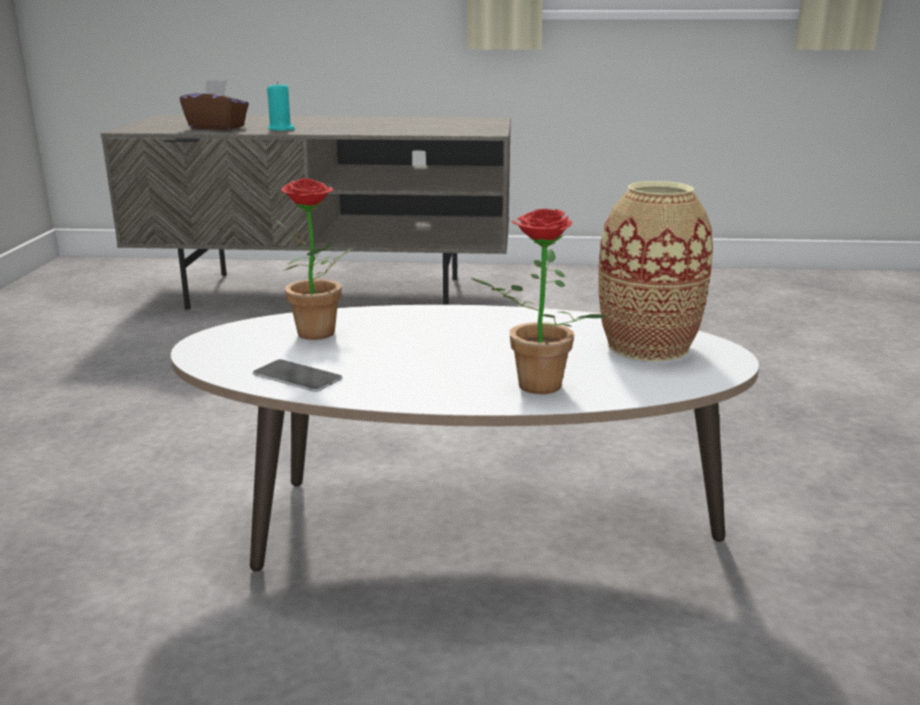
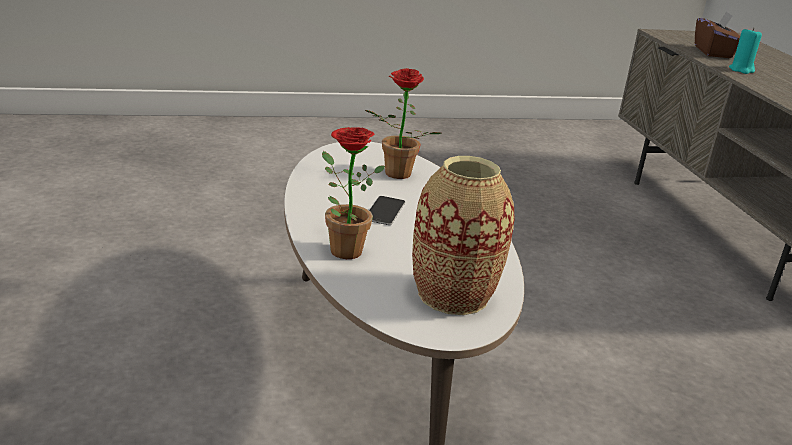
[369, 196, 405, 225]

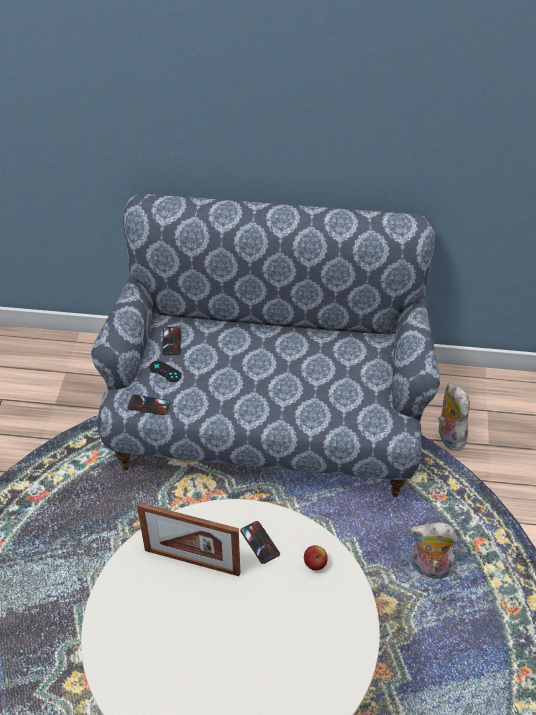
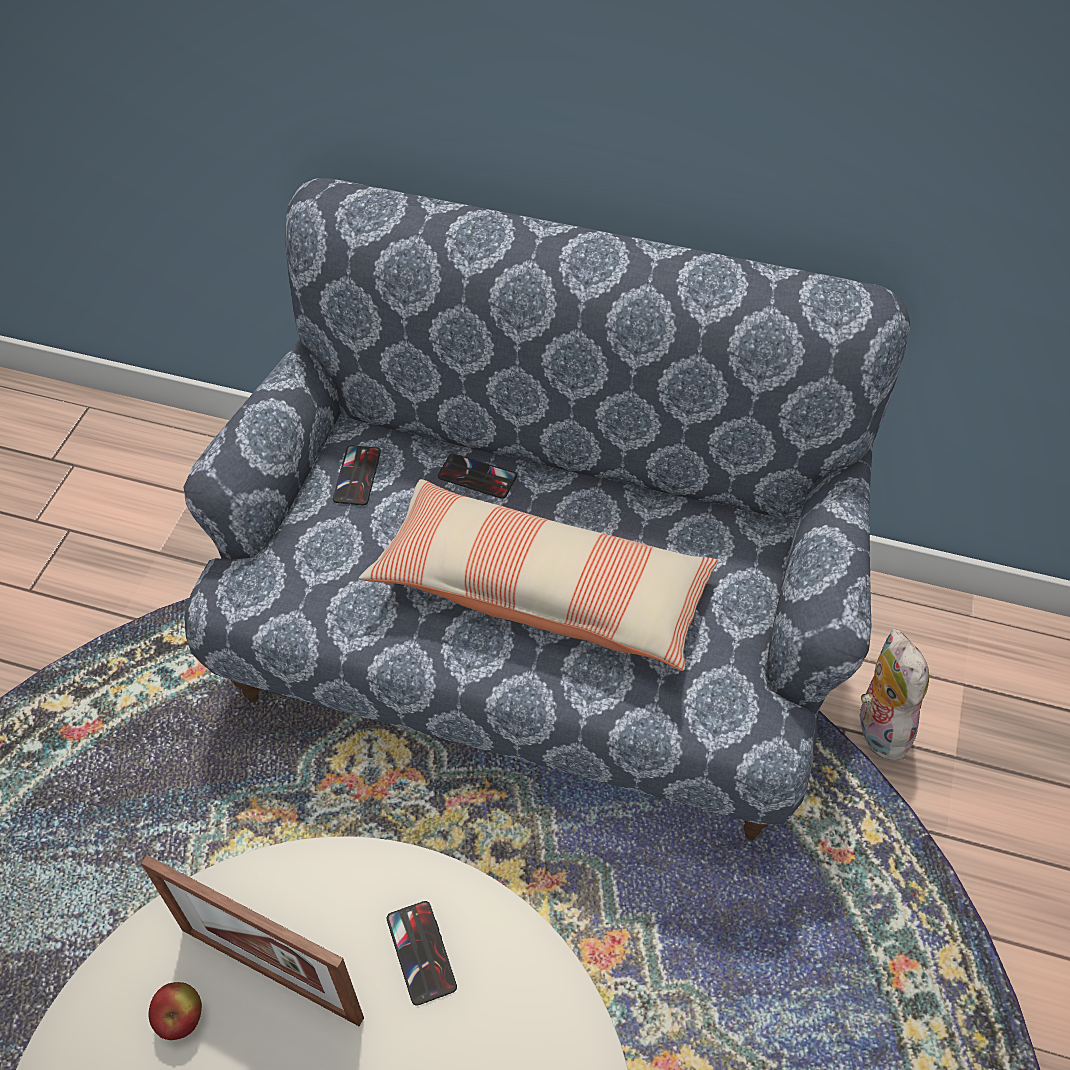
[149, 361, 182, 382] (first image)
[438, 453, 517, 499]
[410, 522, 458, 579] (first image)
[149, 982, 202, 1040]
[359, 479, 718, 671]

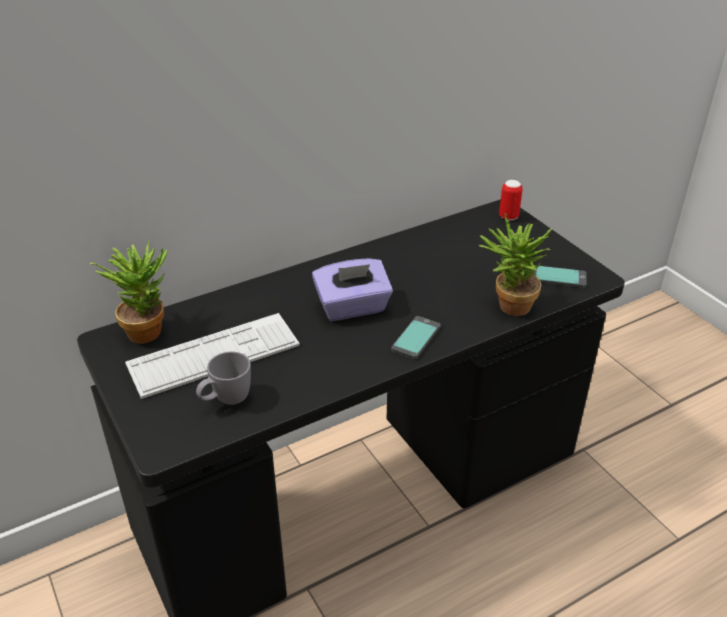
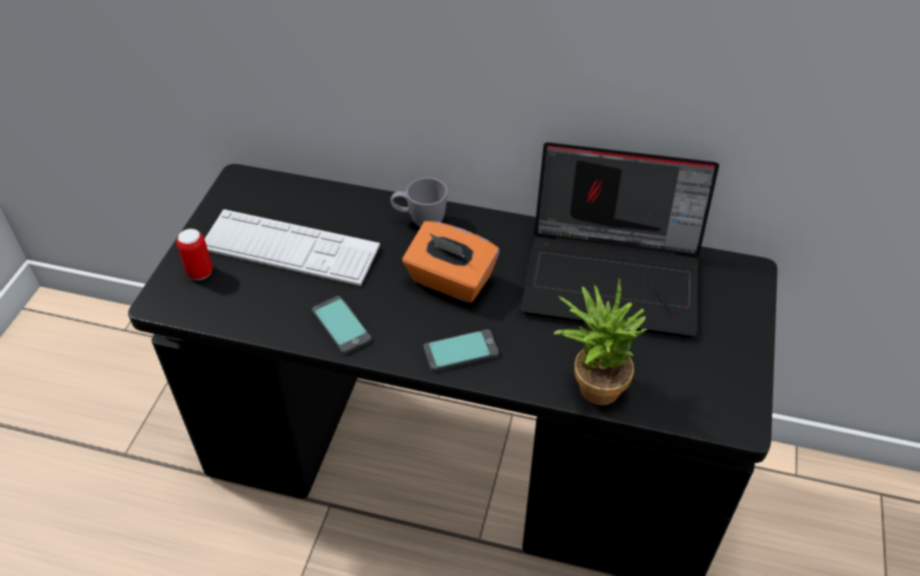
[176, 229, 213, 280]
[90, 240, 168, 344] (first image)
[402, 221, 499, 303]
[312, 296, 371, 354]
[391, 178, 448, 227]
[521, 142, 719, 337]

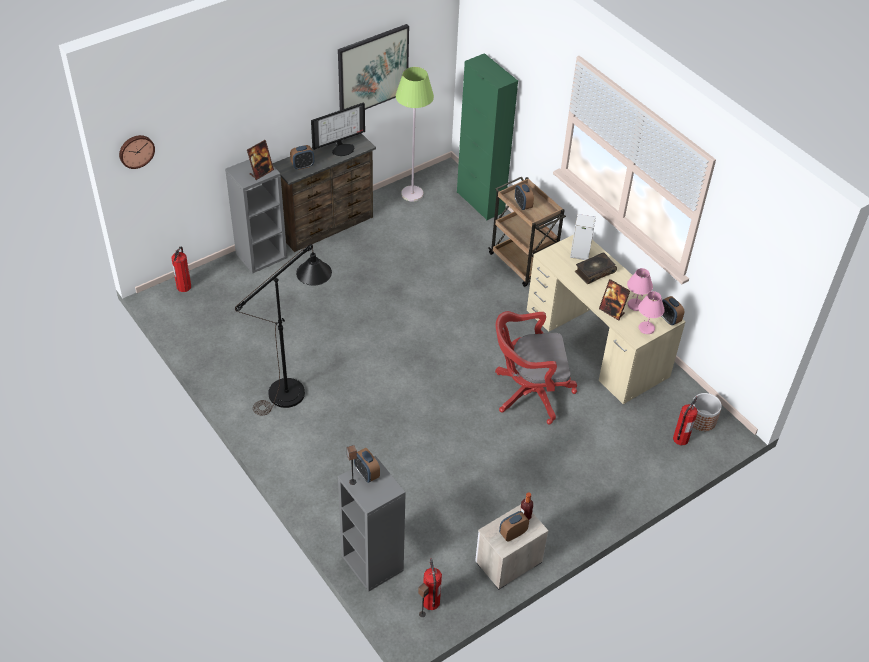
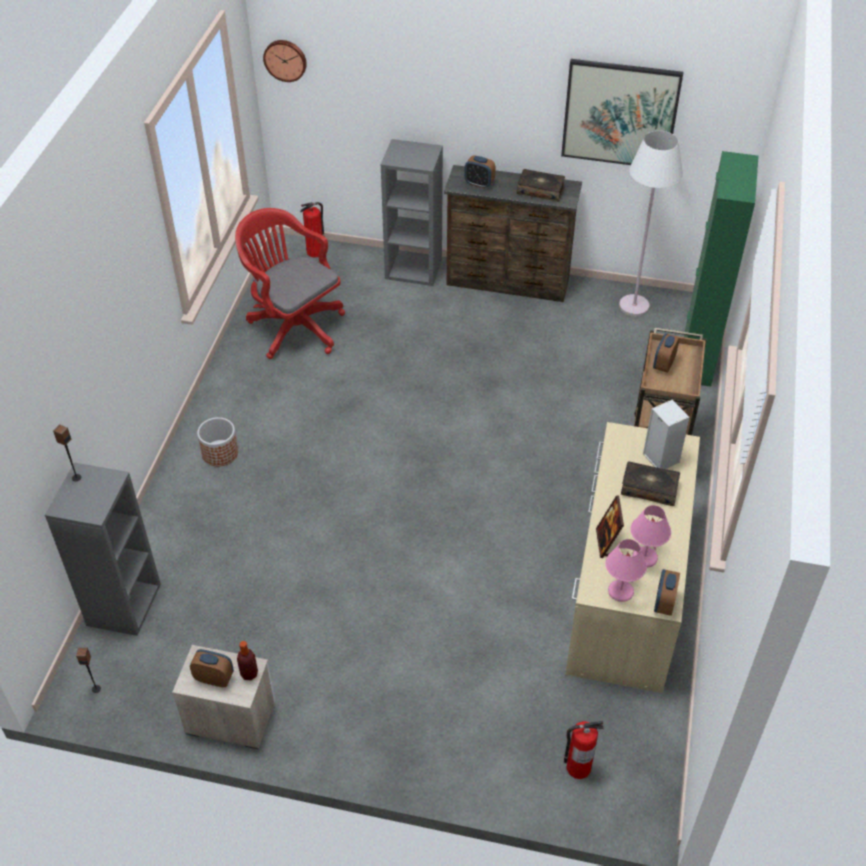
[619, 131, 683, 316]
[517, 169, 565, 202]
[247, 140, 274, 180] (first image)
[235, 244, 332, 415] (first image)
[235, 208, 345, 359]
[197, 417, 238, 466]
[354, 448, 380, 483] (first image)
[423, 558, 442, 610] (first image)

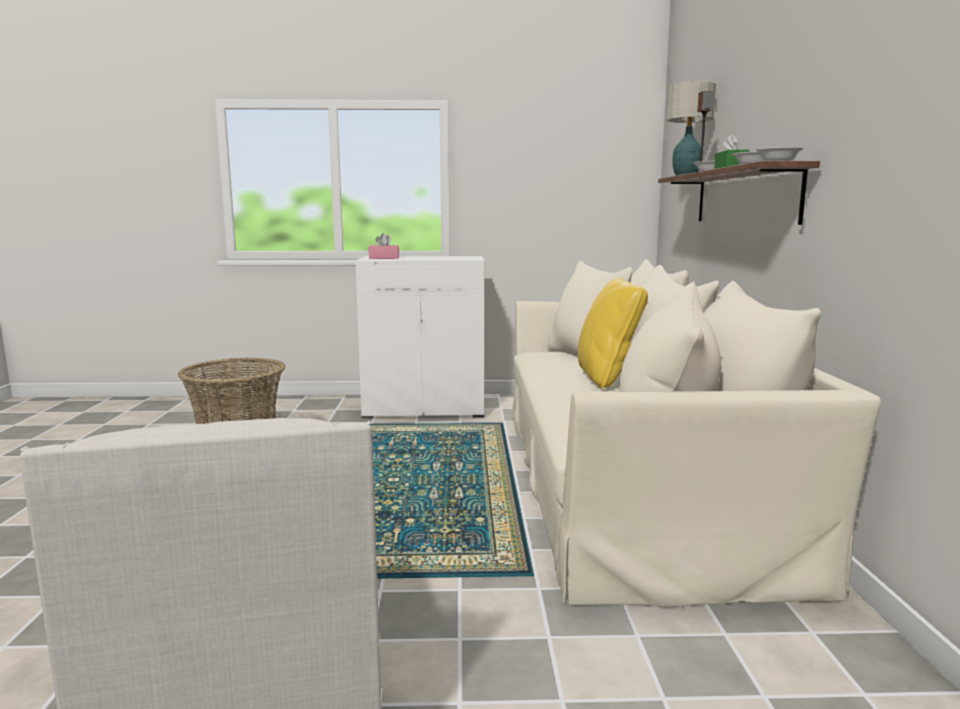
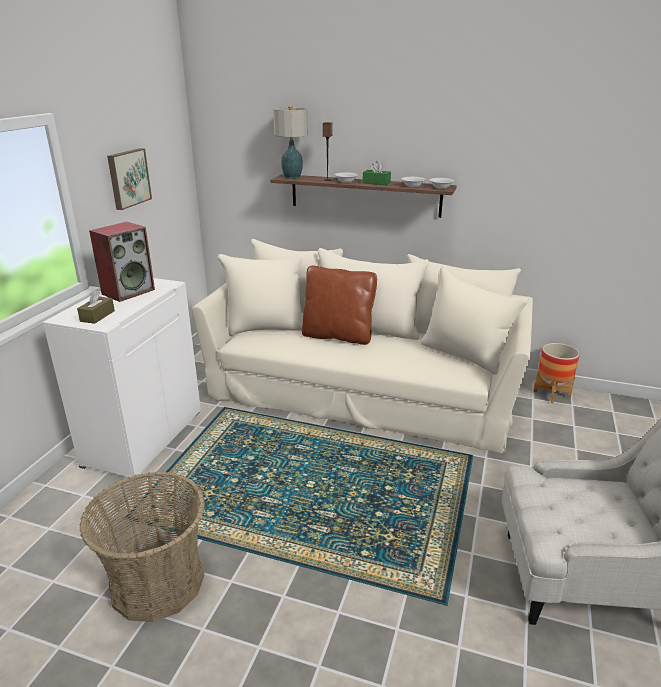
[77, 290, 115, 324]
[302, 266, 377, 345]
[107, 148, 152, 210]
[89, 222, 155, 302]
[534, 343, 579, 403]

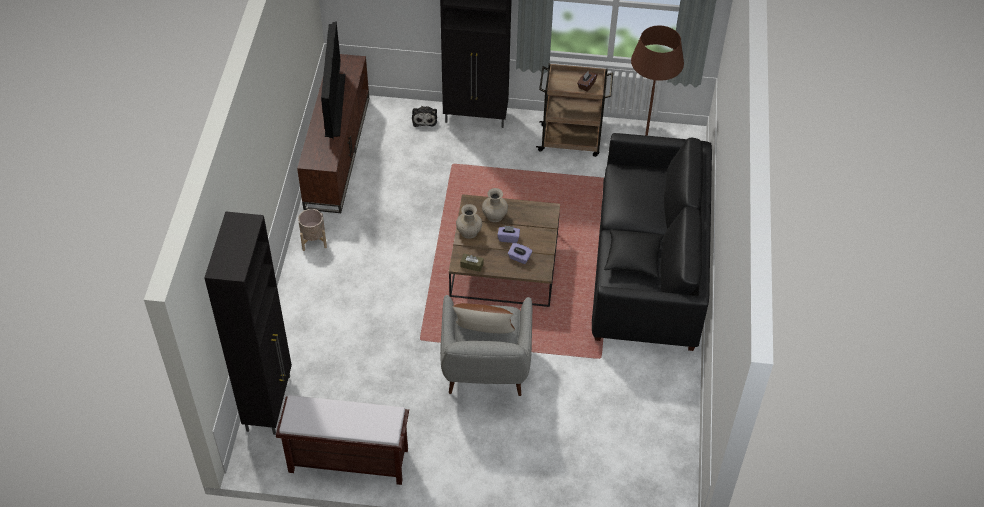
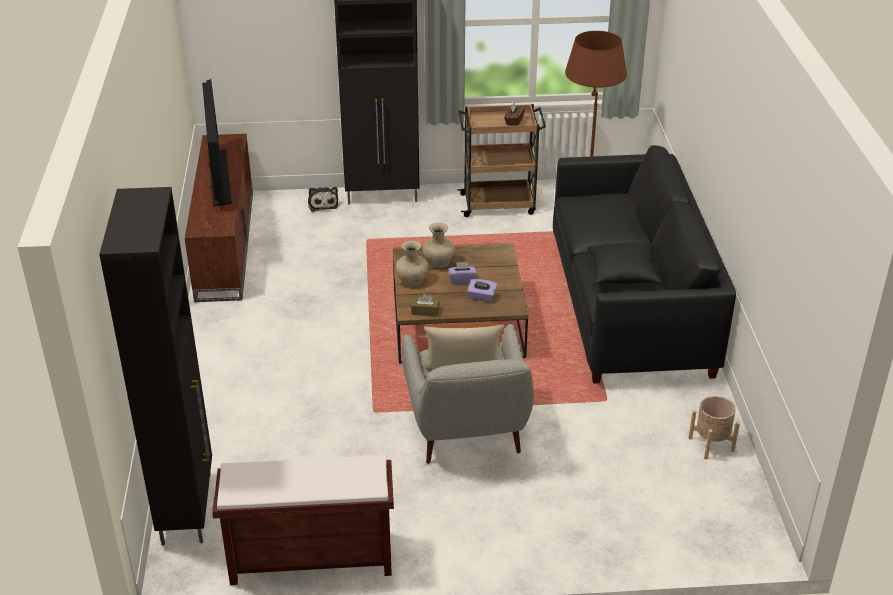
[688, 396, 740, 459]

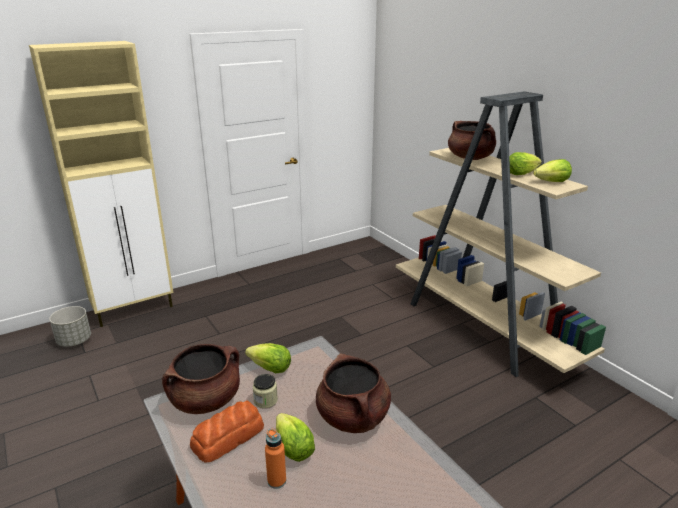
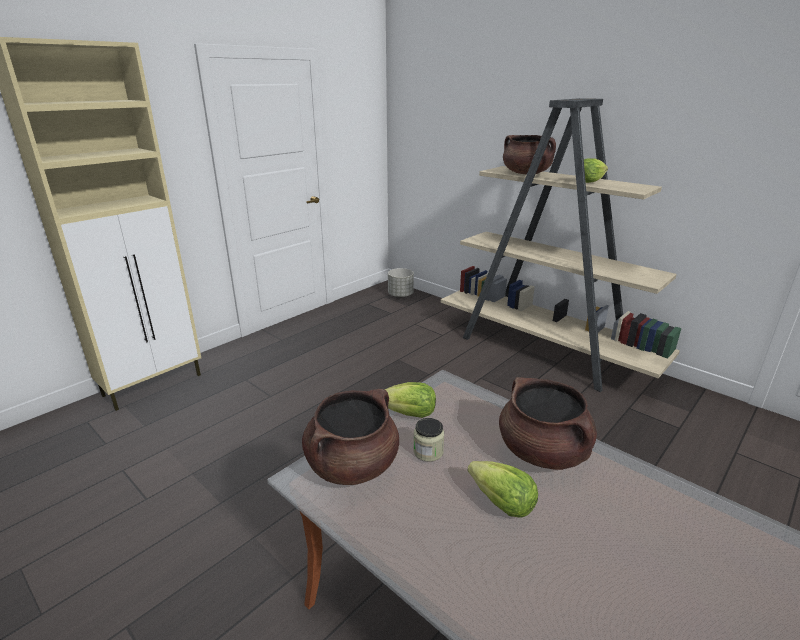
[533, 159, 572, 182] (first image)
[388, 268, 414, 298]
[190, 400, 264, 463] (first image)
[265, 428, 286, 488] (first image)

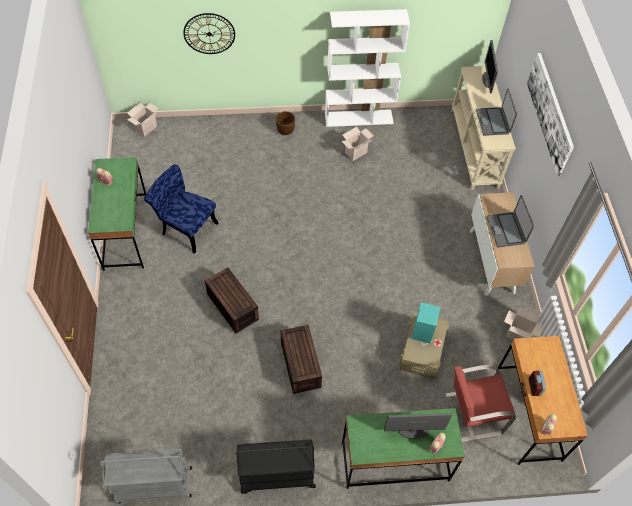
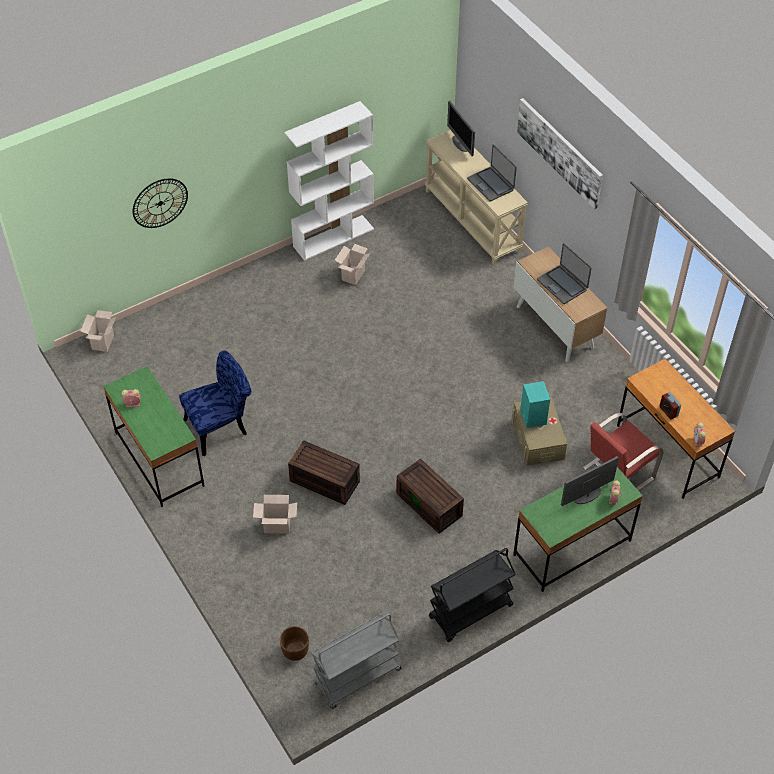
[280, 626, 309, 661]
[179, 350, 251, 456]
[253, 495, 297, 533]

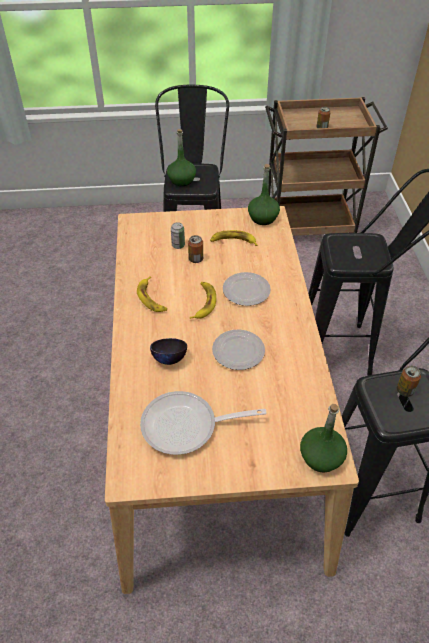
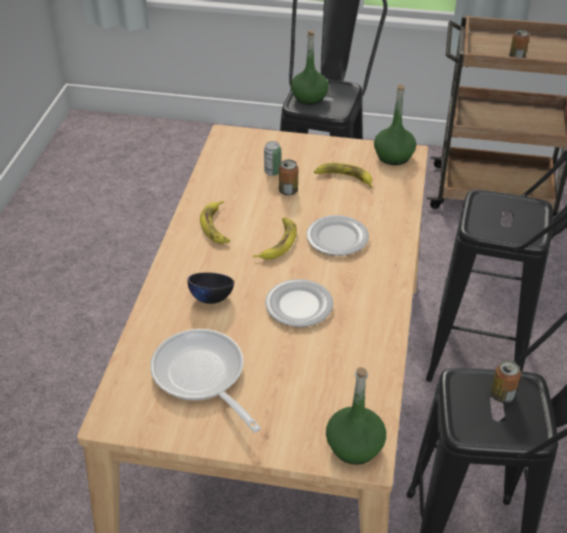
[150, 329, 261, 433]

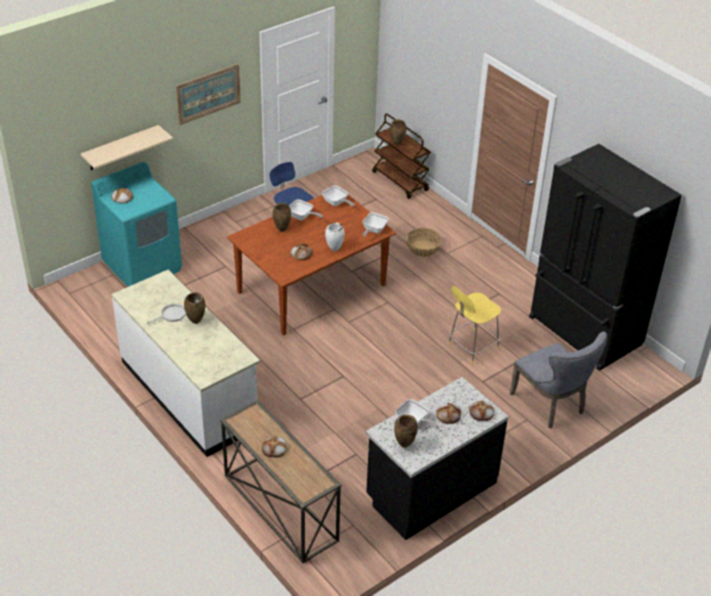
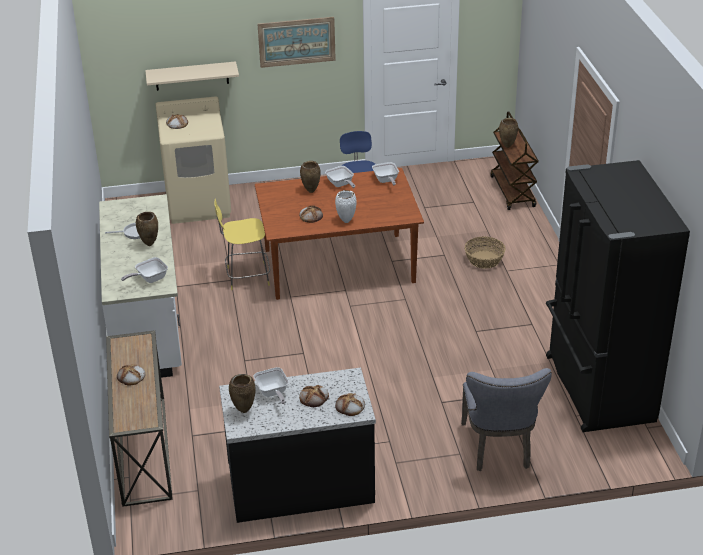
[155, 97, 231, 224]
[121, 257, 168, 283]
[214, 199, 270, 290]

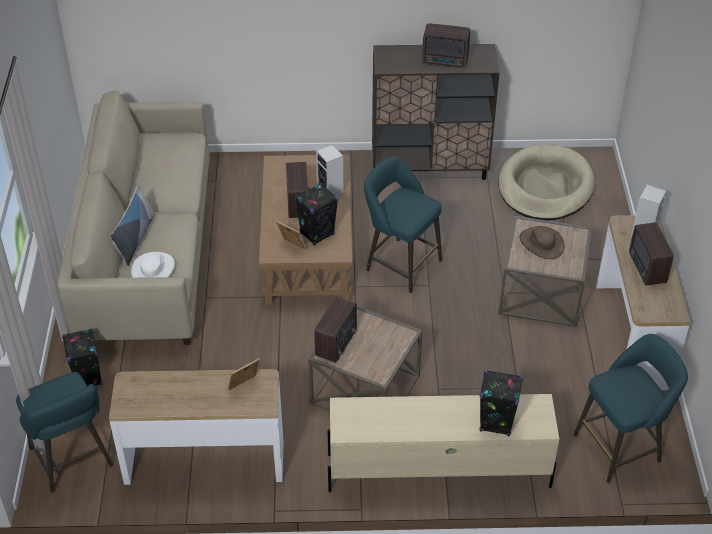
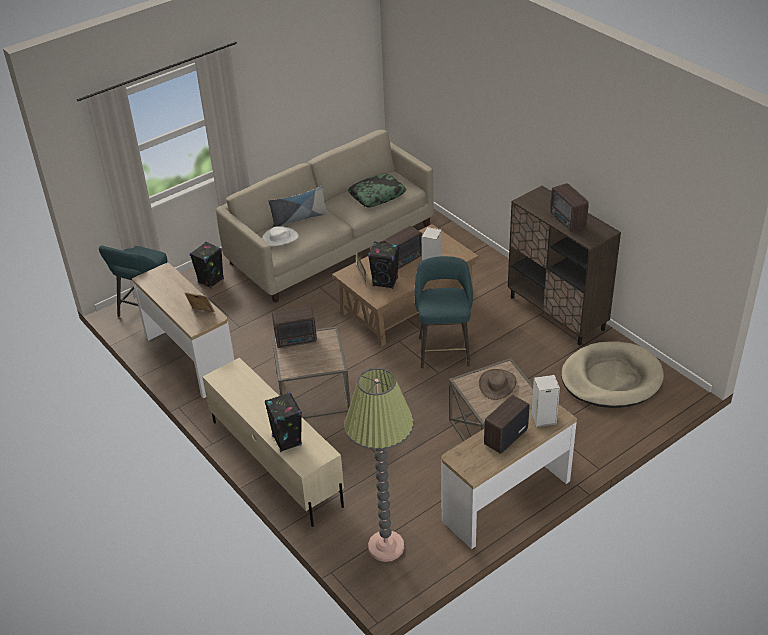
[344, 368, 414, 562]
[348, 173, 406, 207]

